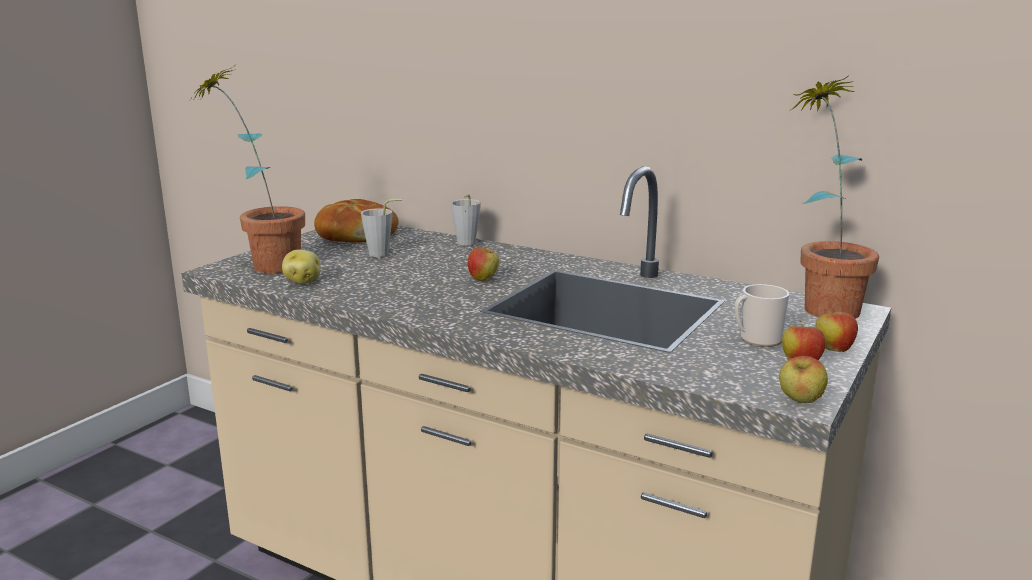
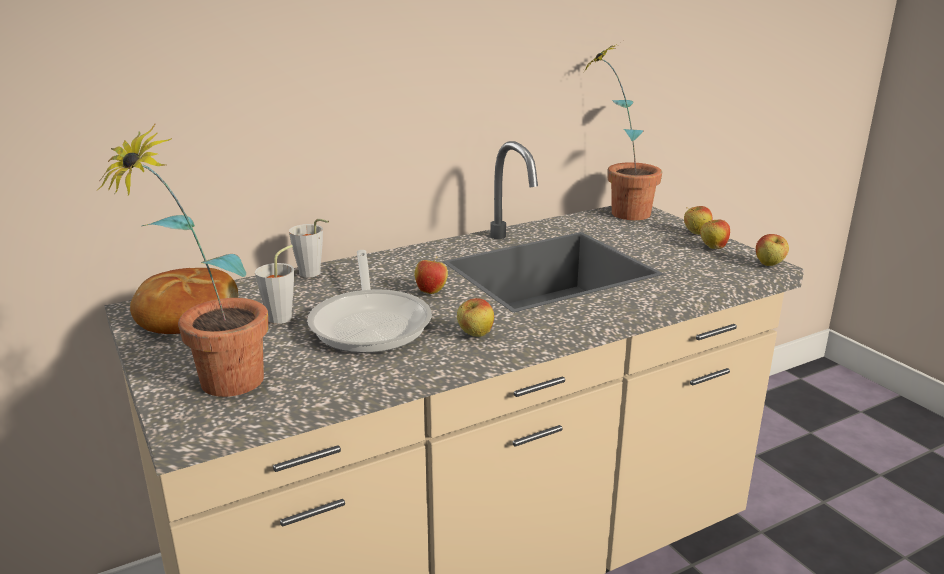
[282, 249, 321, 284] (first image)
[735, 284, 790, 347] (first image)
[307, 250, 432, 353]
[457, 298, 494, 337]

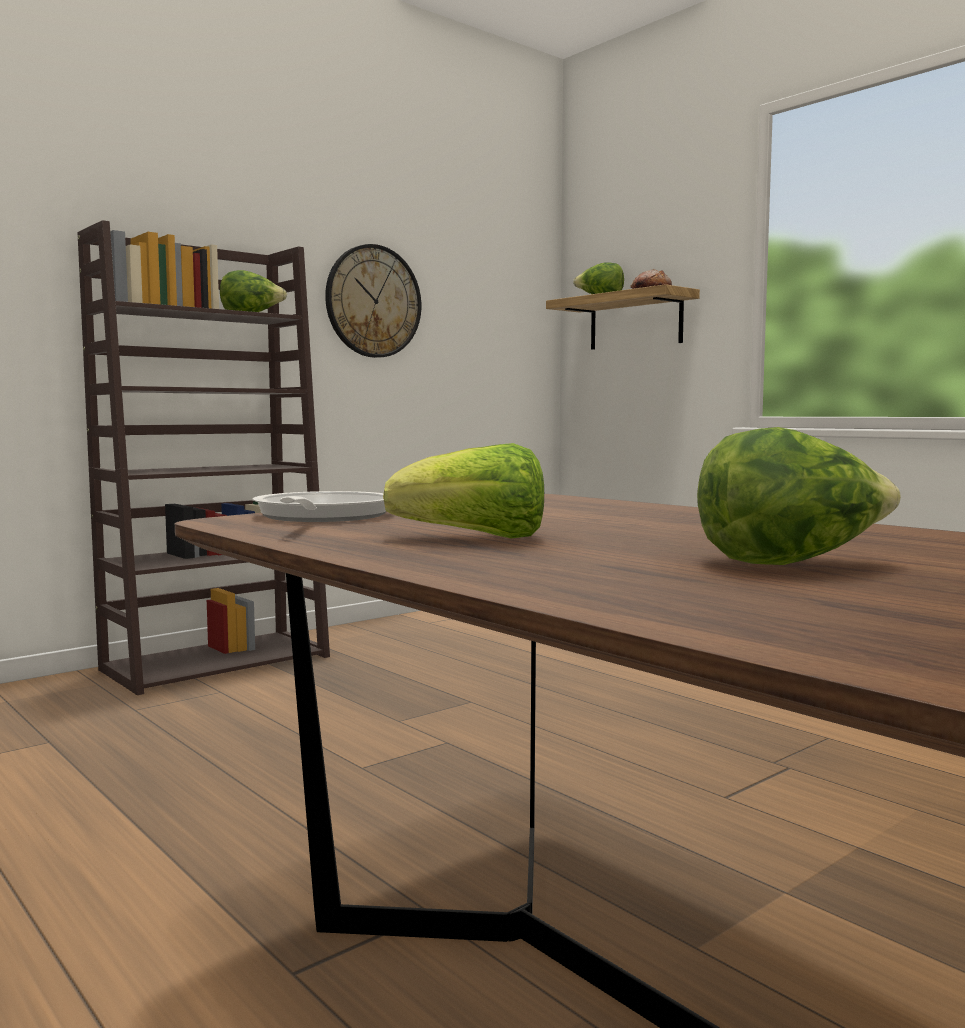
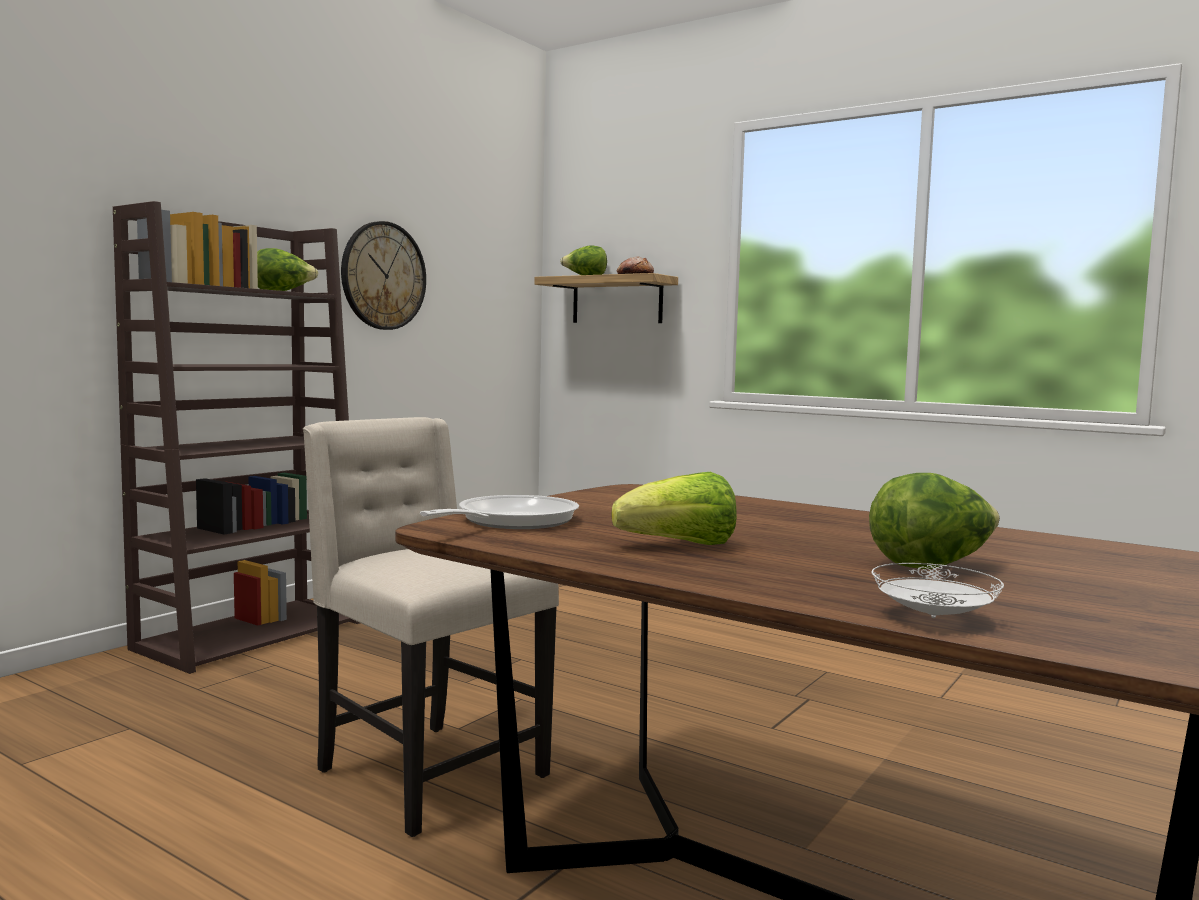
[420, 495, 579, 529]
[303, 417, 559, 837]
[872, 563, 1004, 618]

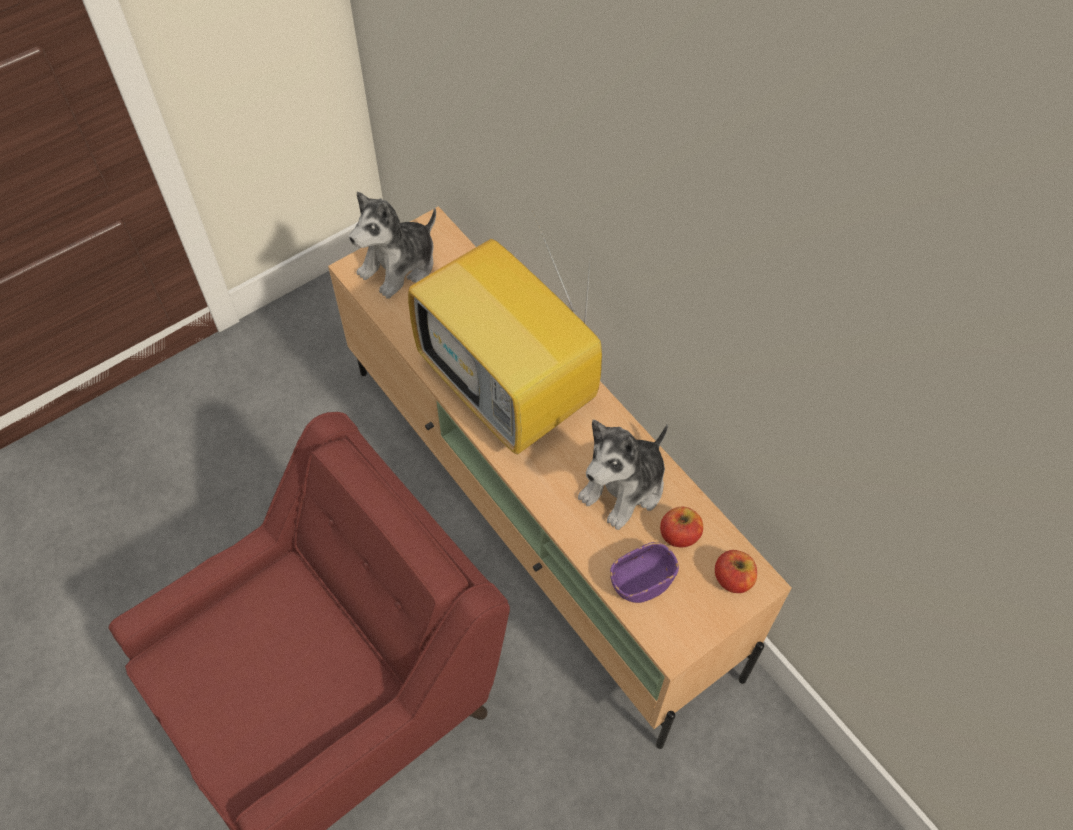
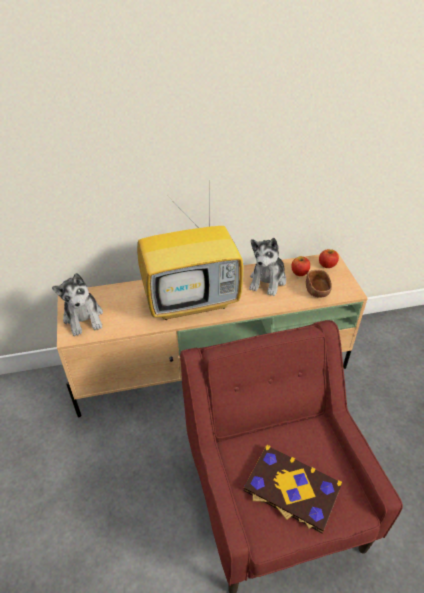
[249, 238, 286, 296]
[306, 270, 332, 298]
[243, 445, 342, 534]

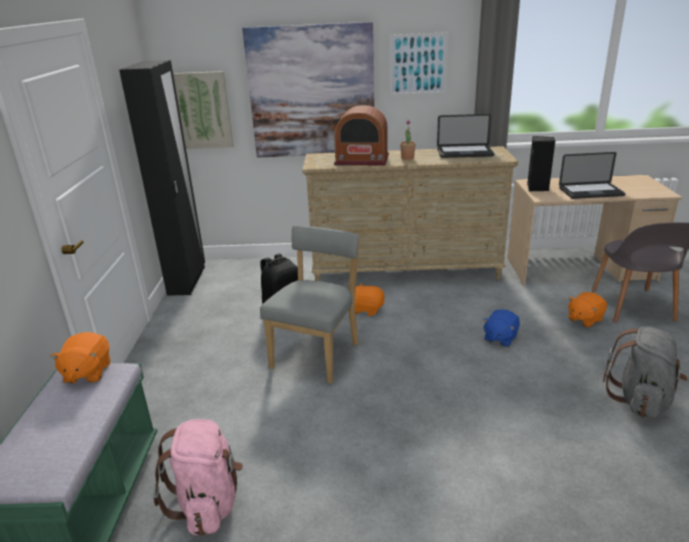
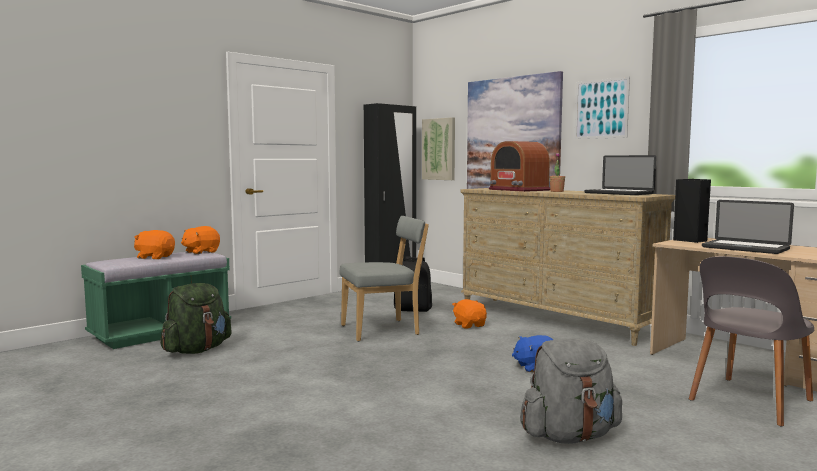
[134, 230, 175, 259]
[160, 283, 232, 354]

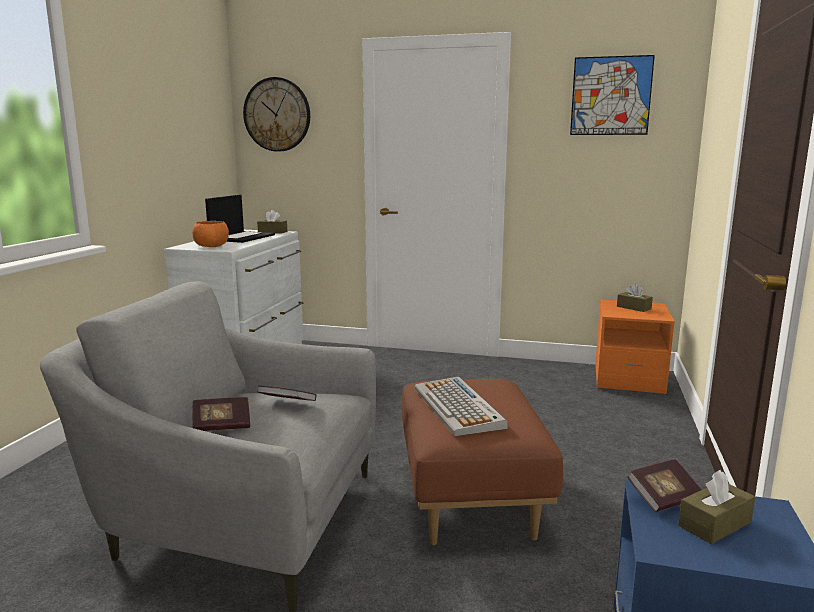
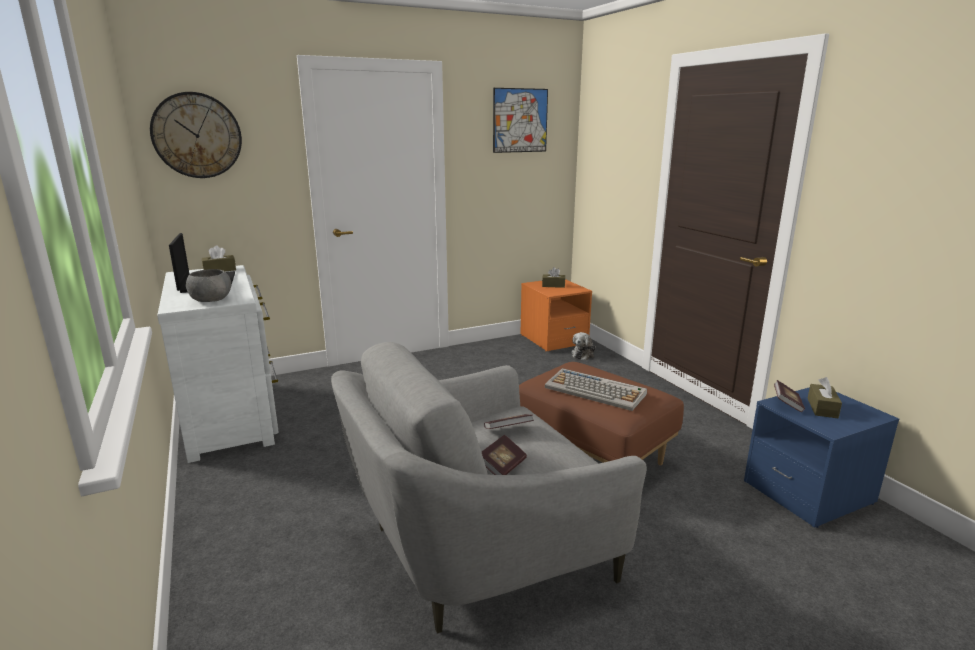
[186, 269, 231, 302]
[571, 332, 596, 360]

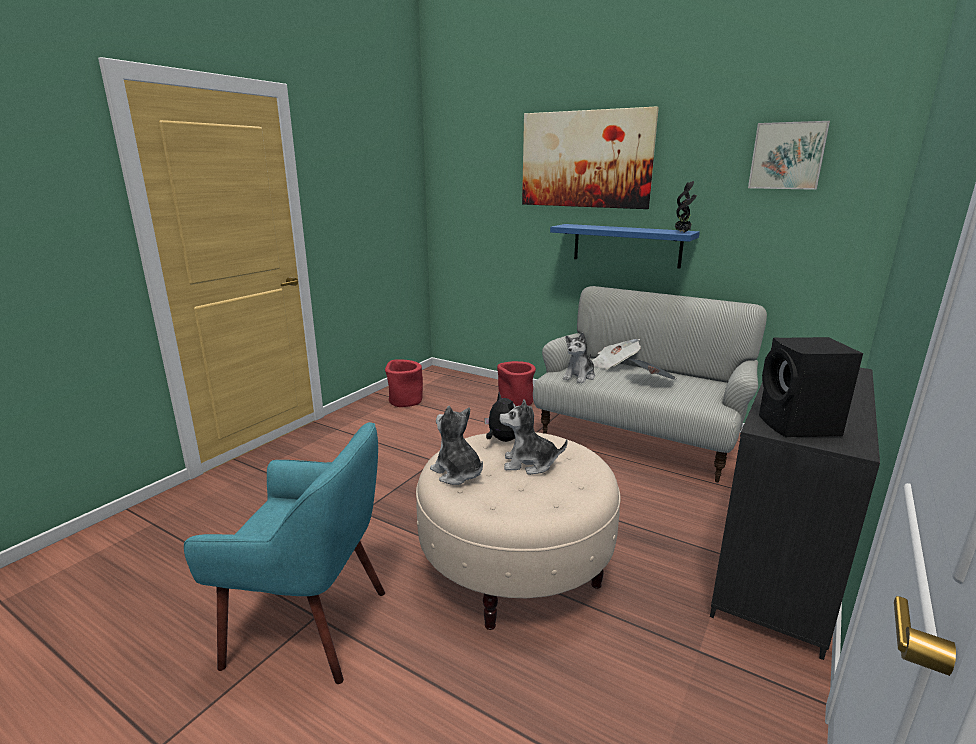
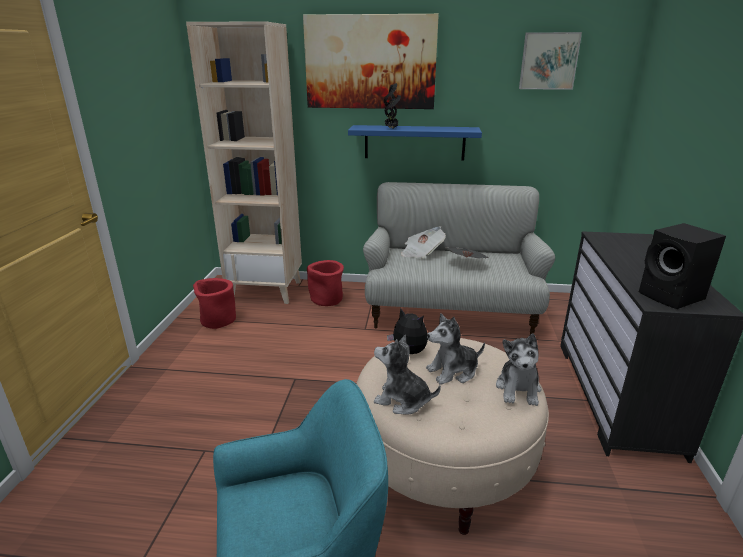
[384, 83, 401, 128]
[496, 333, 541, 406]
[186, 21, 302, 304]

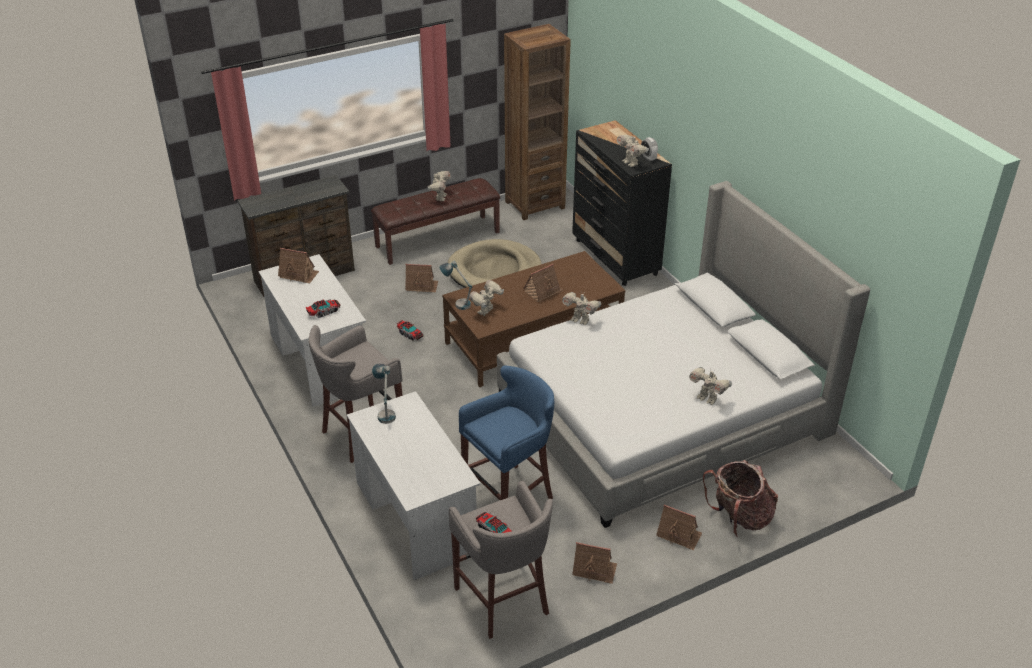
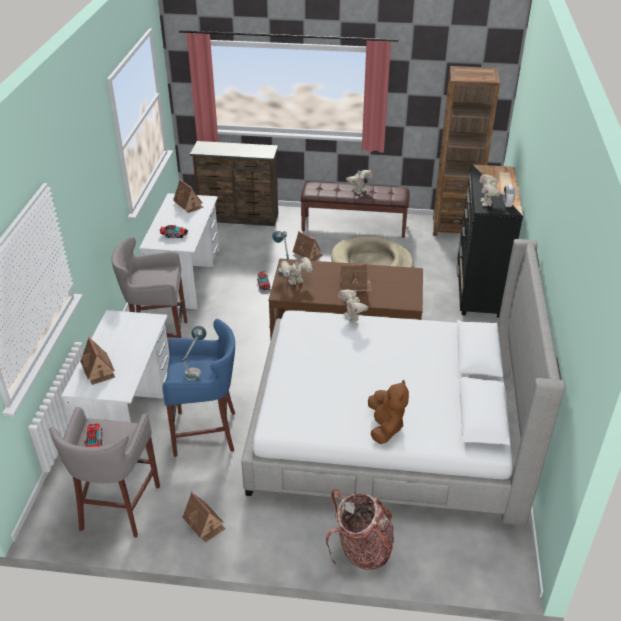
[182, 326, 206, 381]
[368, 379, 409, 444]
[80, 337, 115, 385]

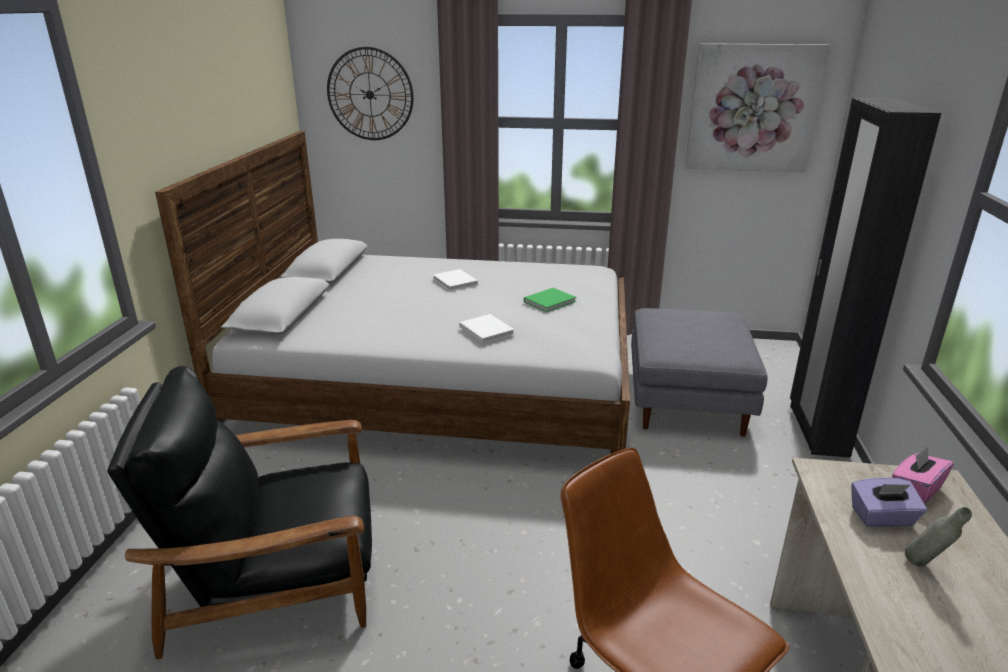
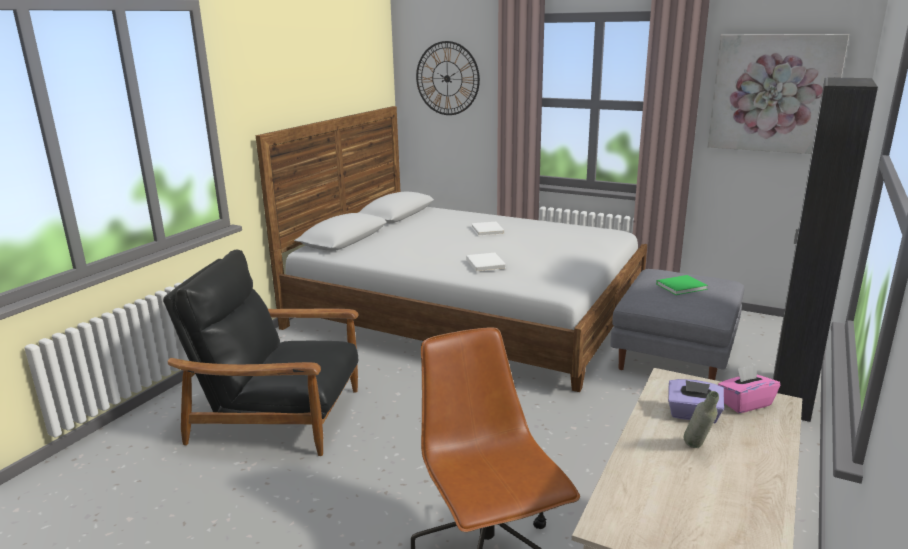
[656, 275, 708, 295]

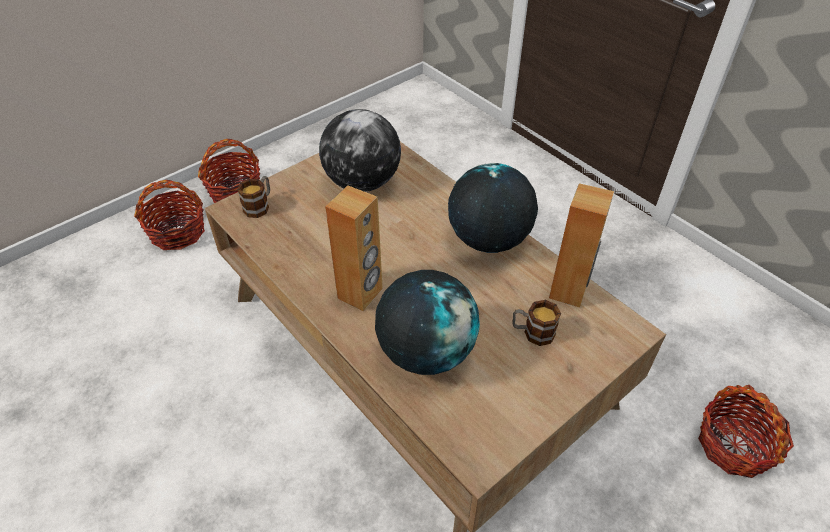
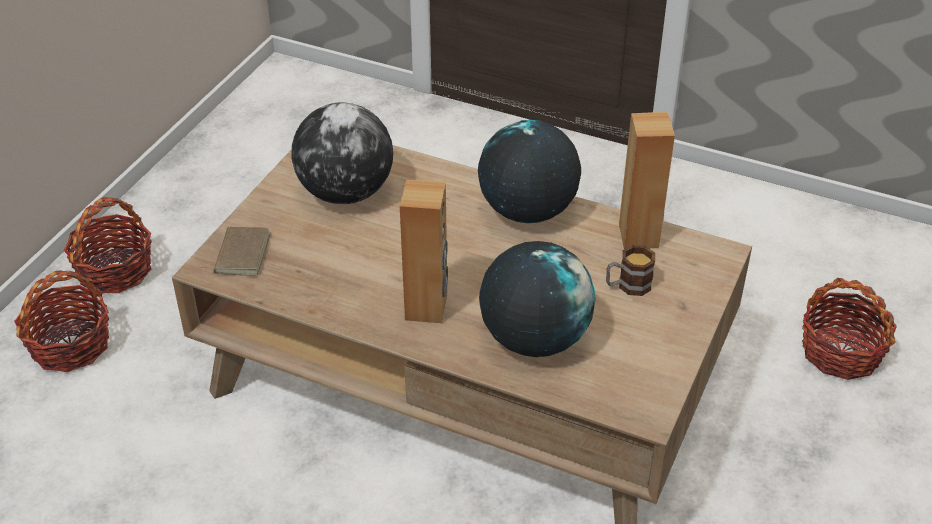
[200, 227, 270, 276]

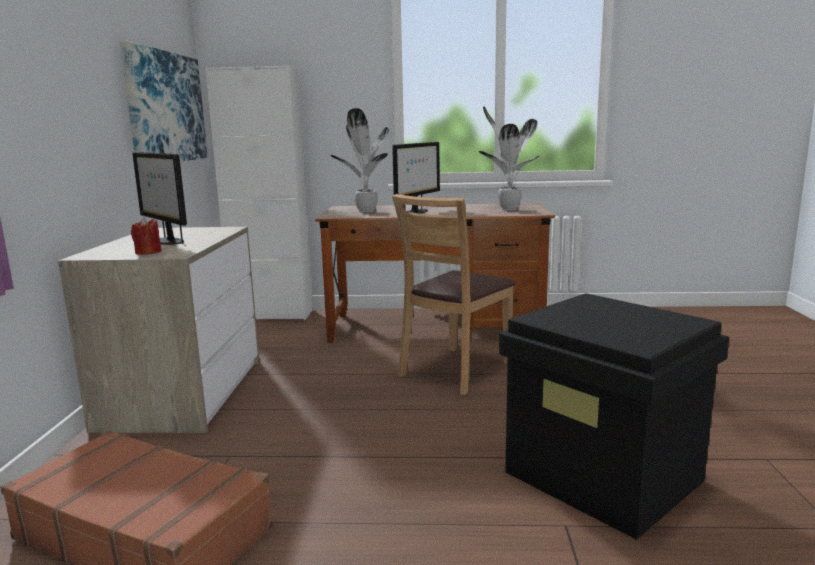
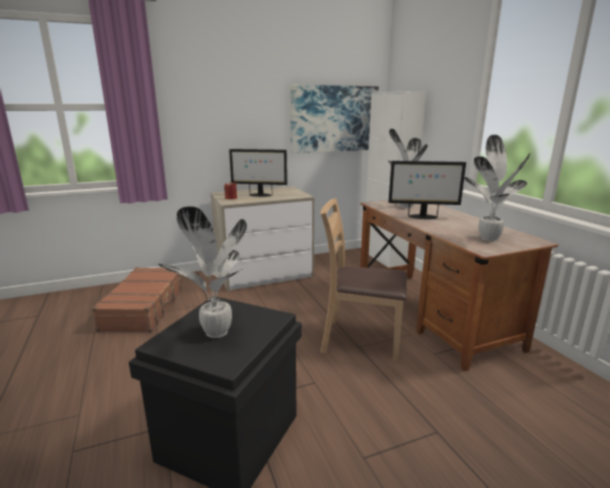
[229, 149, 287, 197]
[158, 207, 247, 338]

